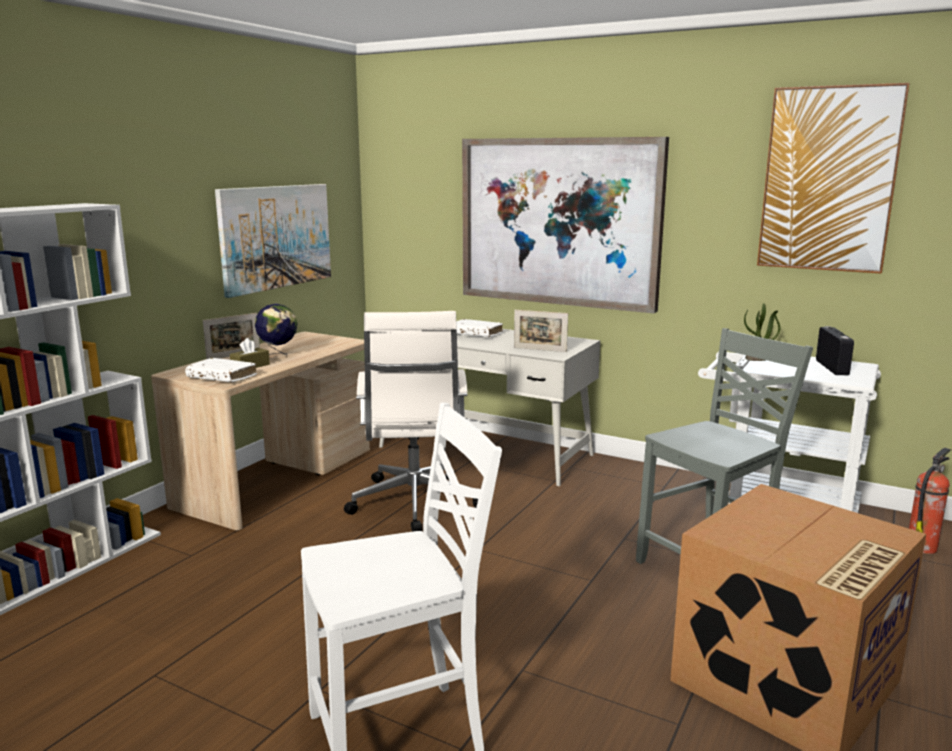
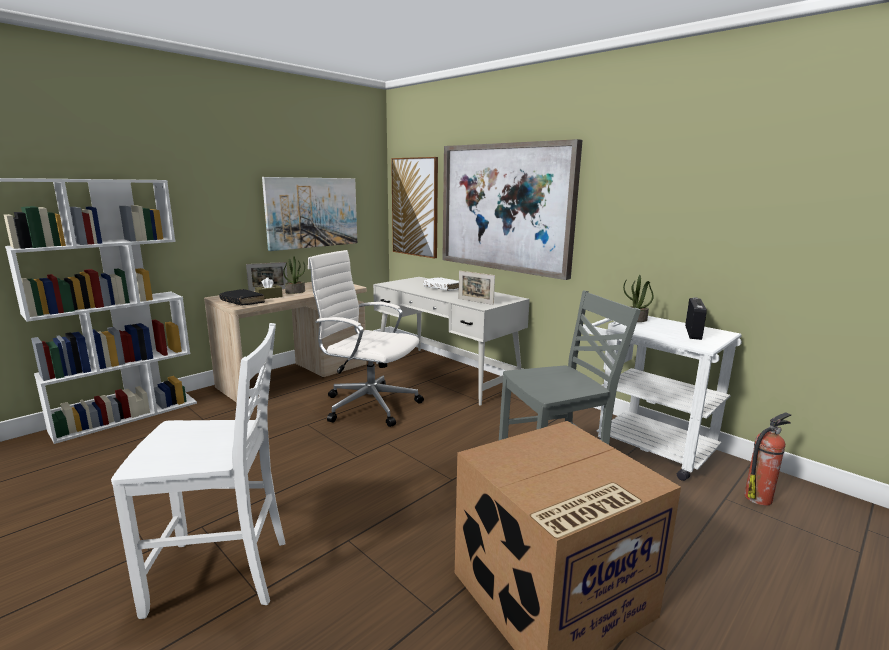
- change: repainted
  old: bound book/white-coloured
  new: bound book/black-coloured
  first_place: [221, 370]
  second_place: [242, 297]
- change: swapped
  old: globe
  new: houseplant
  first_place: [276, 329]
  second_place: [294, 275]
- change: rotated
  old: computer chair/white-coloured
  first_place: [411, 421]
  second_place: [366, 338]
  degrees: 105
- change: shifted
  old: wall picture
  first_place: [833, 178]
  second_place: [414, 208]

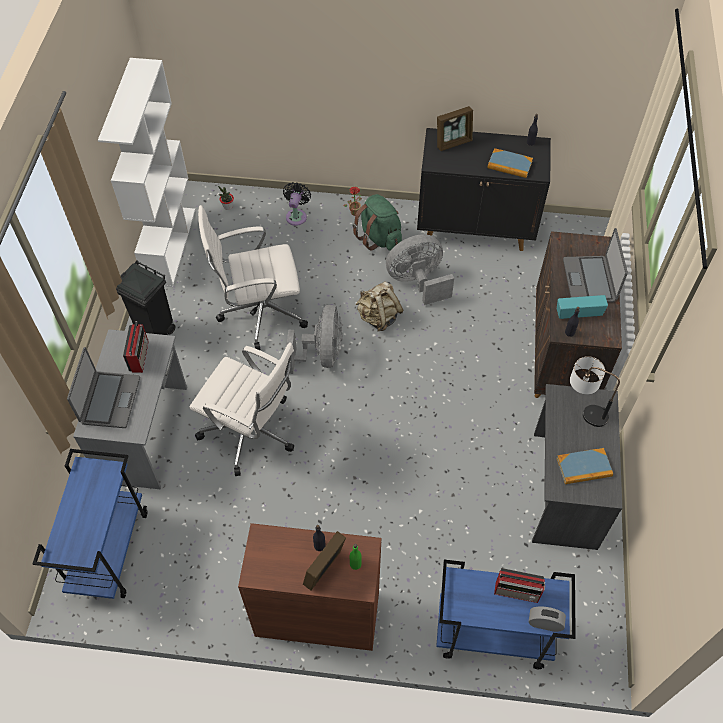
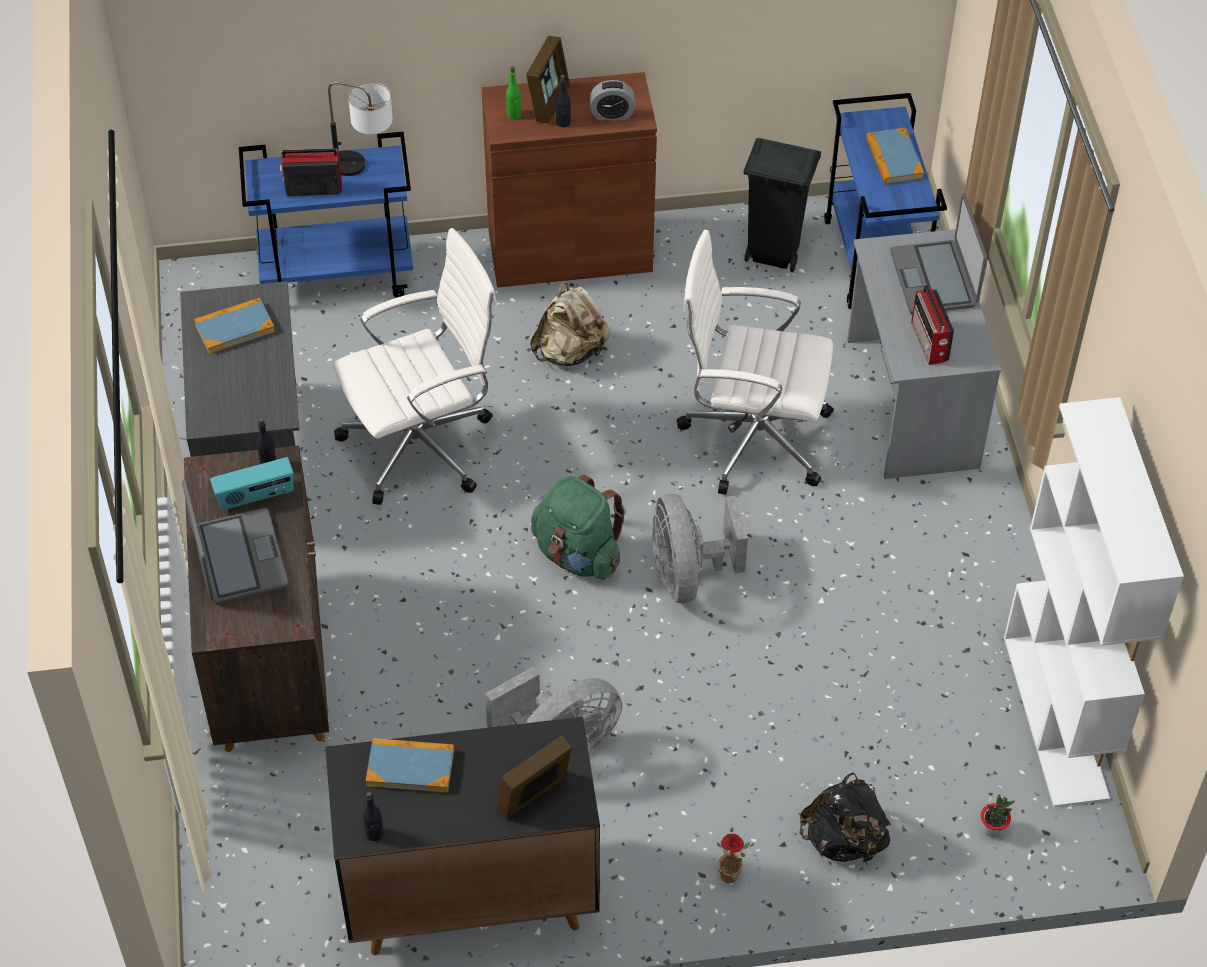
- change: shifted
  old: trash can/black-coloured
  first_place: [146, 297]
  second_place: [782, 205]
- change: shifted
  old: computer chair/white-coloured
  first_place: [253, 277]
  second_place: [415, 366]
- change: swapped
  old: electric fan/black-coloured
  new: rucksack/black-coloured
  first_place: [297, 204]
  second_place: [845, 819]
- change: shifted
  old: rucksack/green-coloured
  first_place: [377, 222]
  second_place: [578, 527]
- change: shifted
  old: rucksack/beige-coloured
  first_place: [380, 306]
  second_place: [570, 324]
- change: shifted
  old: bedside clock
  first_place: [547, 619]
  second_place: [612, 100]
- change: shifted
  old: tabletop lamp
  first_place: [595, 391]
  second_place: [360, 129]
- change: new
  new: bound book
  second_place: [895, 156]

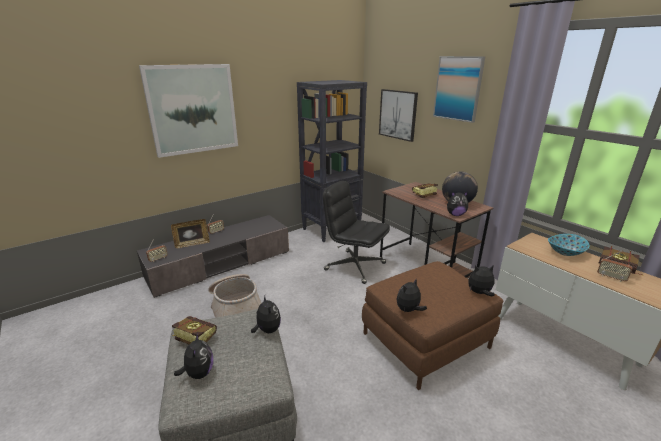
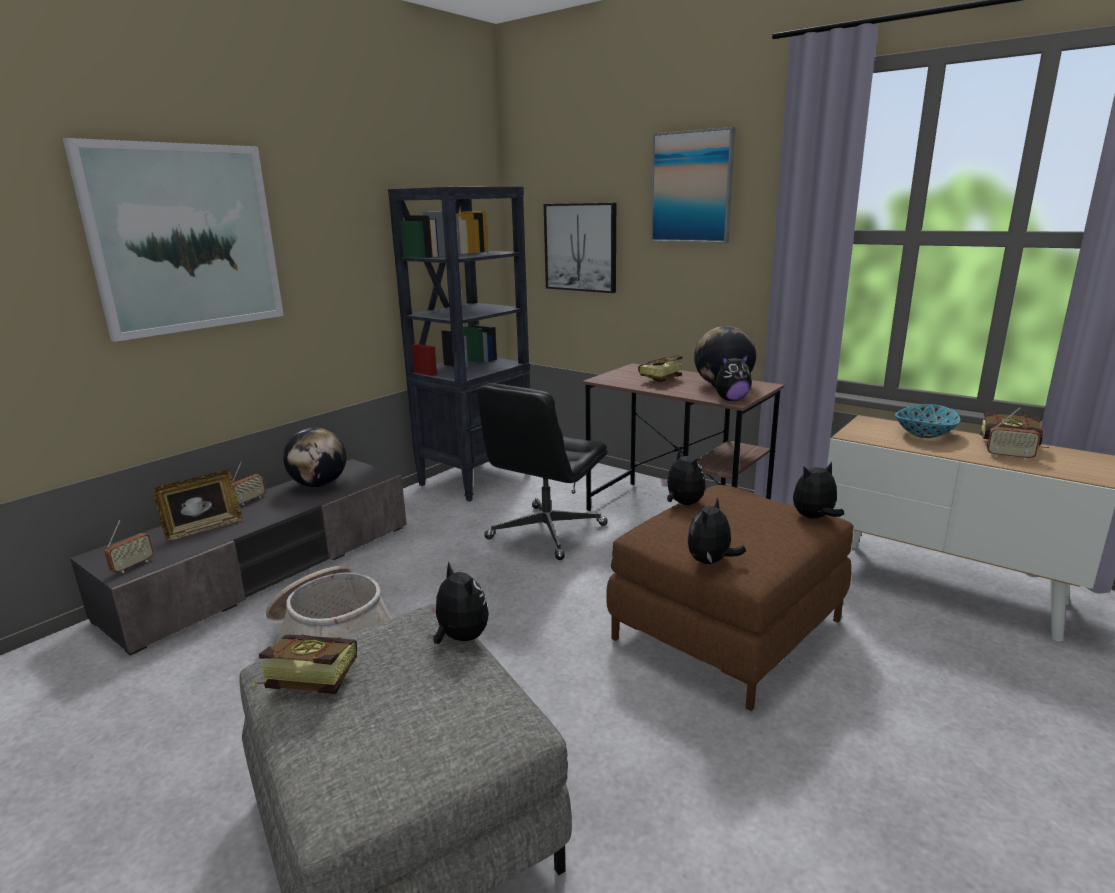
- change: shifted
  old: cuddly toy
  first_place: [193, 355]
  second_place: [683, 477]
- change: rotated
  old: computer chair/black-coloured
  first_place: [356, 232]
  second_place: [542, 471]
  degrees: -75
- change: new
  new: globe
  second_place: [314, 457]

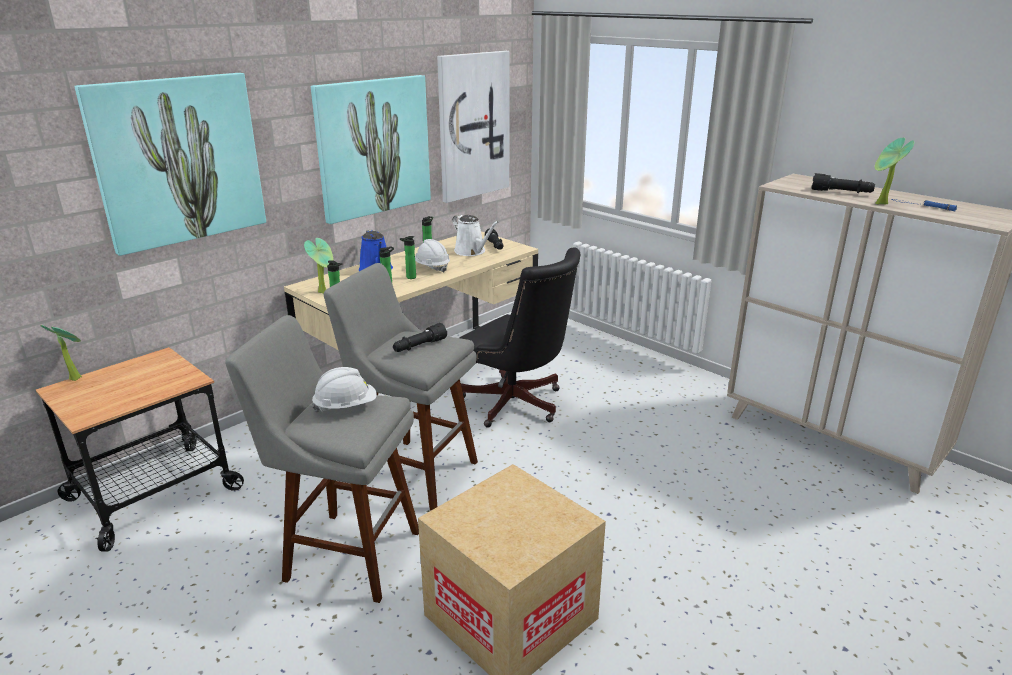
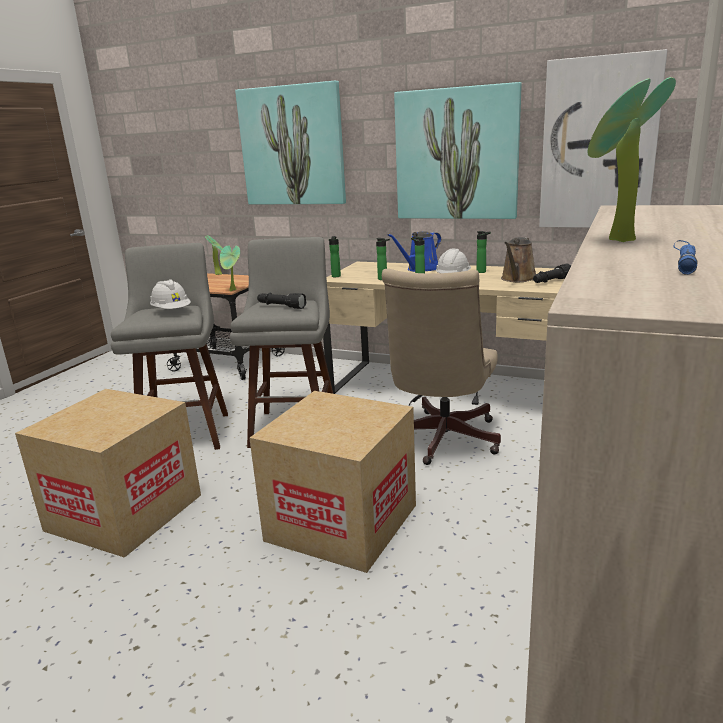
- change: shifted
  old: houseplant
  first_place: [319, 266]
  second_place: [230, 268]
- change: repainted
  old: watering can/white-coloured
  new: watering can/brown
  first_place: [475, 235]
  second_place: [518, 259]
- change: repainted
  old: computer chair/black-coloured
  new: computer chair/beige-coloured
  first_place: [520, 337]
  second_place: [441, 367]
- change: gone
  old: torch/black-coloured
  first_place: [843, 183]
- change: new
  new: packing box
  second_place: [332, 482]

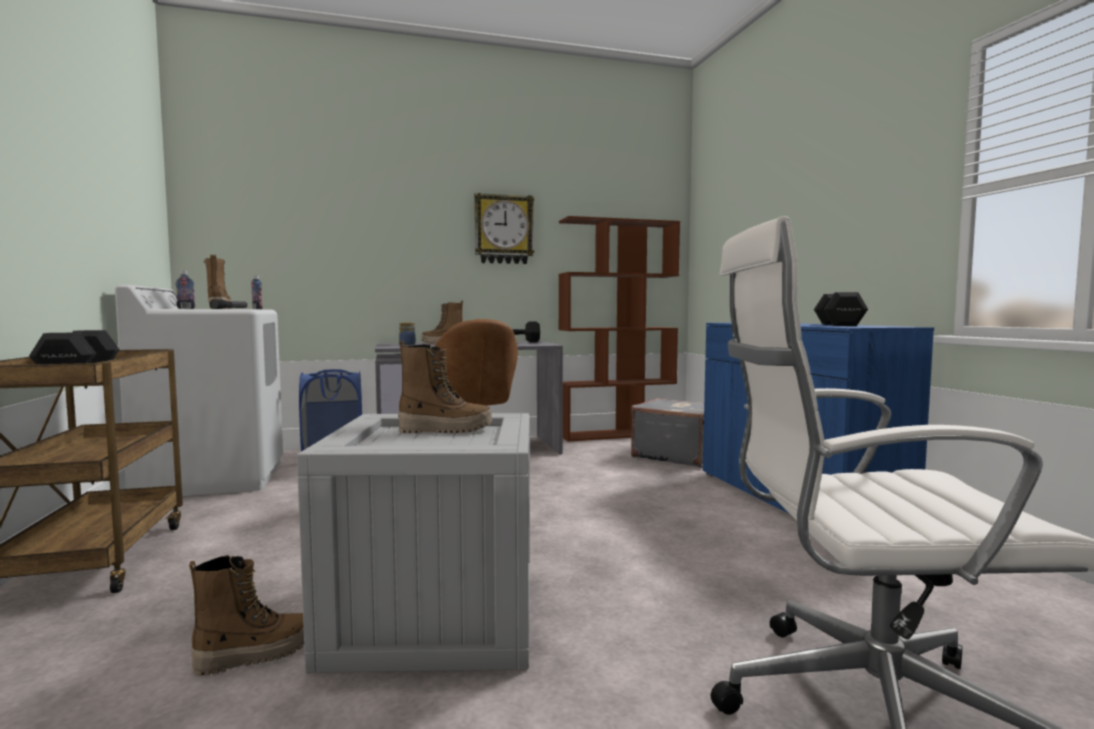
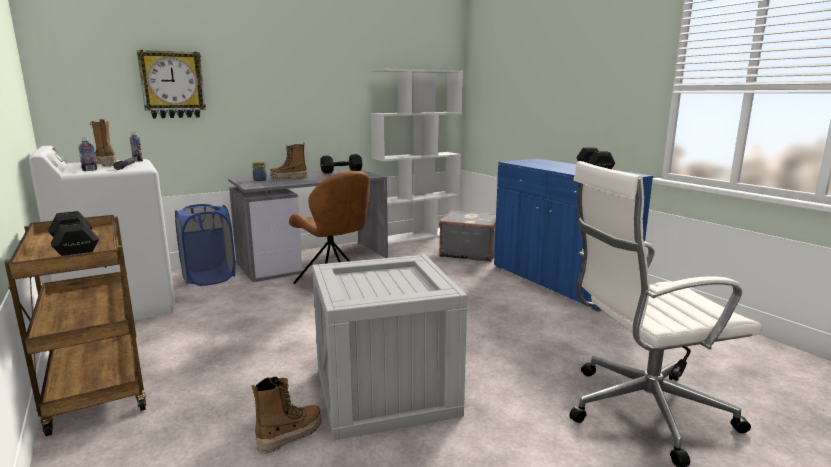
- change: gone
  old: boot
  first_place: [445, 387]
- change: shifted
  old: clock on the wall
  first_place: [504, 228]
  second_place: [171, 84]
- change: repainted
  old: shelving unit/brown
  new: shelving unit/white-coloured
  first_place: [619, 329]
  second_place: [416, 156]

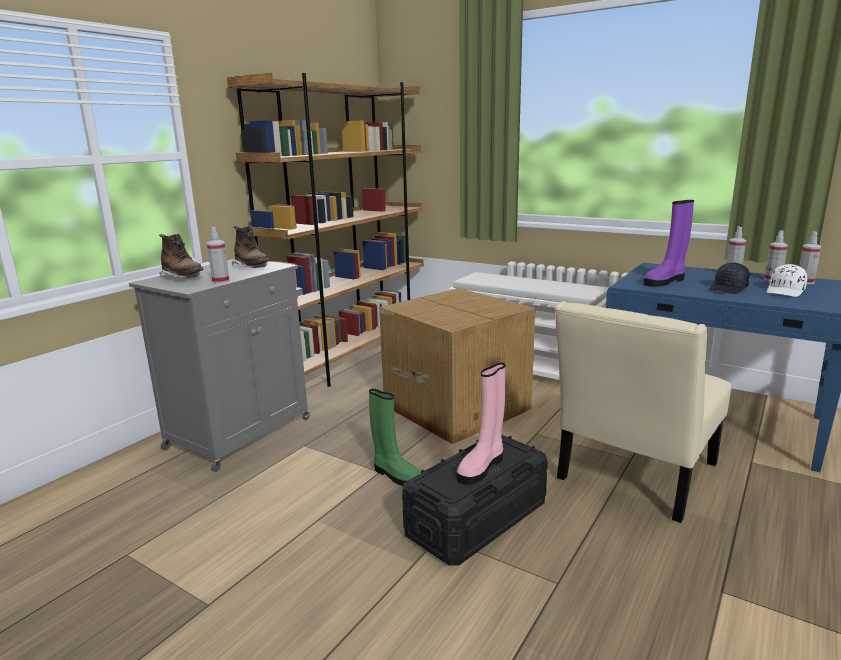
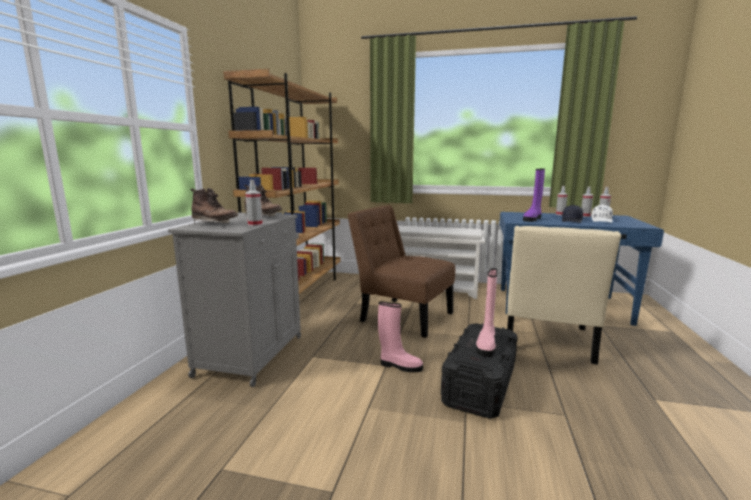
- change: repainted
  old: boot/green-coloured
  new: boot/pink-coloured
  first_place: [395, 437]
  second_place: [400, 337]
- change: swapped
  old: packing box
  new: chair/brown
  first_place: [457, 366]
  second_place: [401, 271]

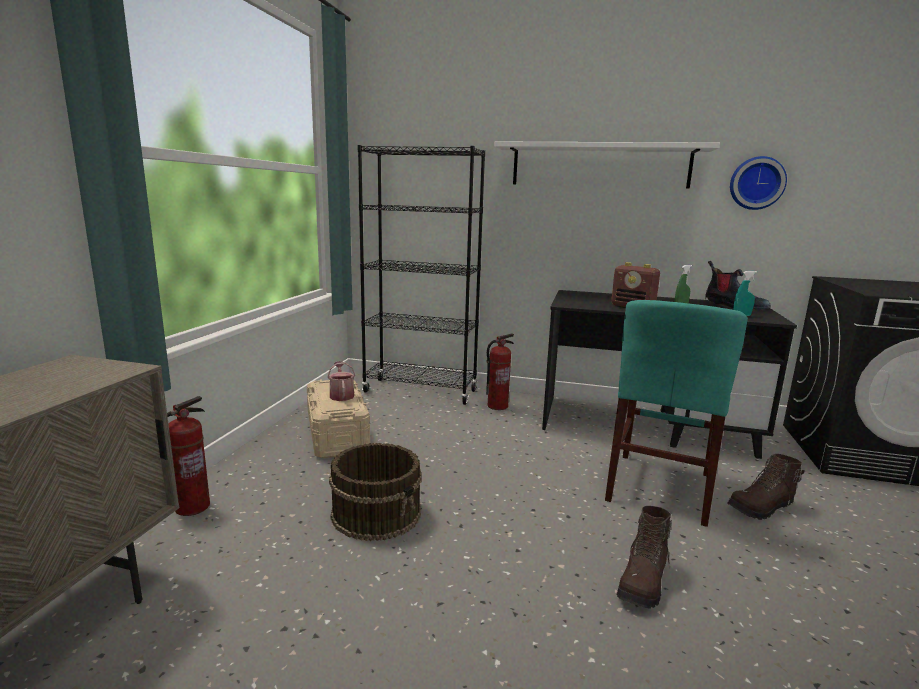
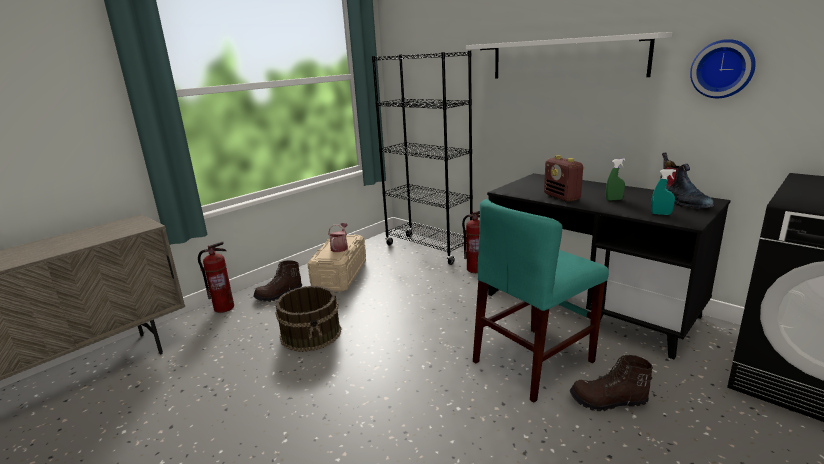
- change: shifted
  old: boot/brown
  first_place: [644, 557]
  second_place: [277, 281]

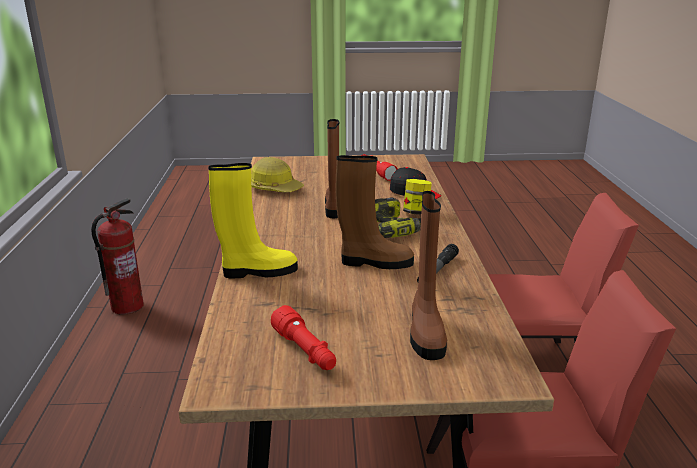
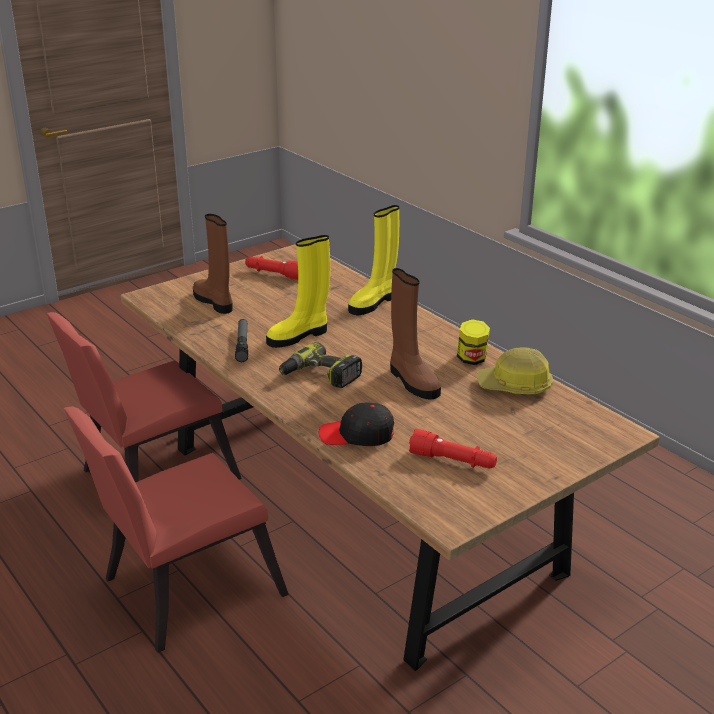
- change: gone
  old: extinguisher
  first_place: [117, 256]
- change: repainted
  old: boot/brown
  new: boot/yellow
  first_place: [374, 212]
  second_place: [298, 291]
- change: shifted
  old: storage jar
  first_place: [417, 197]
  second_place: [473, 342]

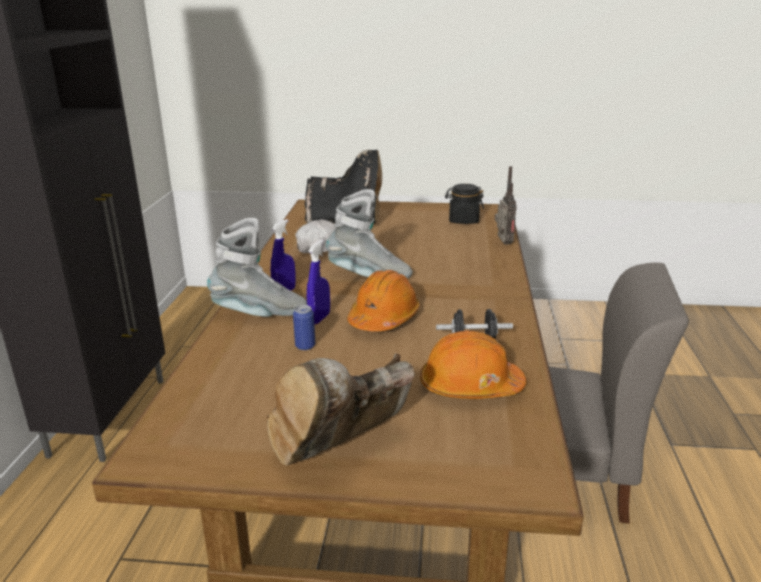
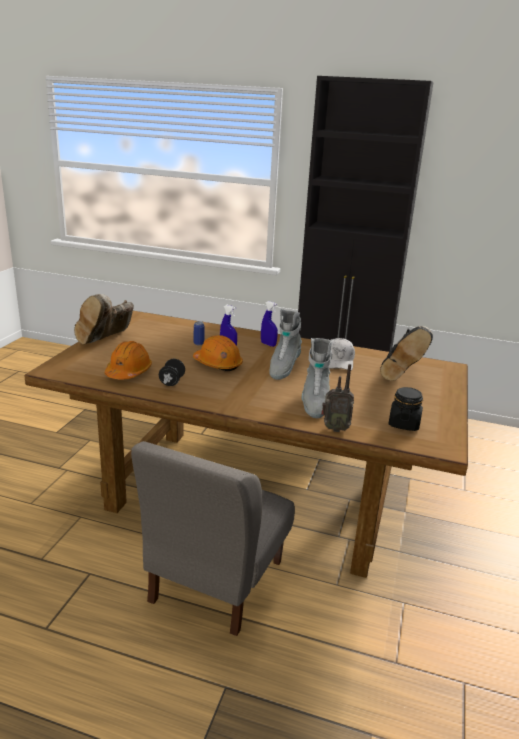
- change: shifted
  old: boot/grey
  first_place: [257, 267]
  second_place: [317, 378]
- change: rotated
  old: boot/brown
  first_place: [341, 409]
  second_place: [104, 319]
  degrees: -120

